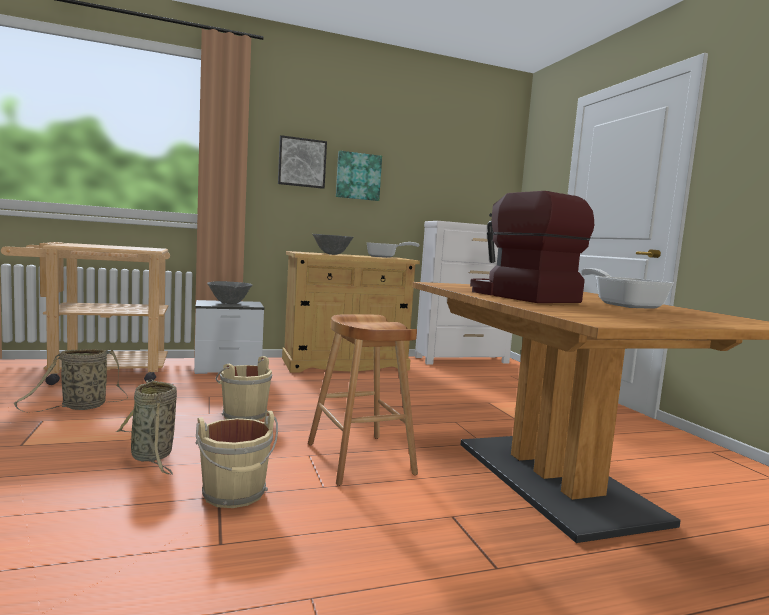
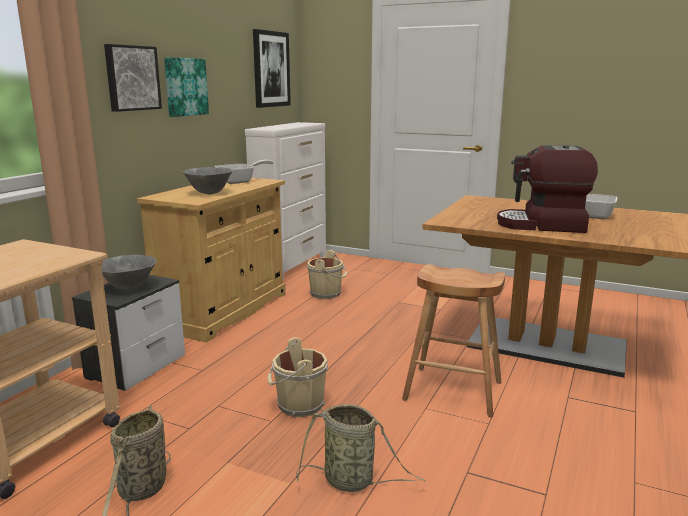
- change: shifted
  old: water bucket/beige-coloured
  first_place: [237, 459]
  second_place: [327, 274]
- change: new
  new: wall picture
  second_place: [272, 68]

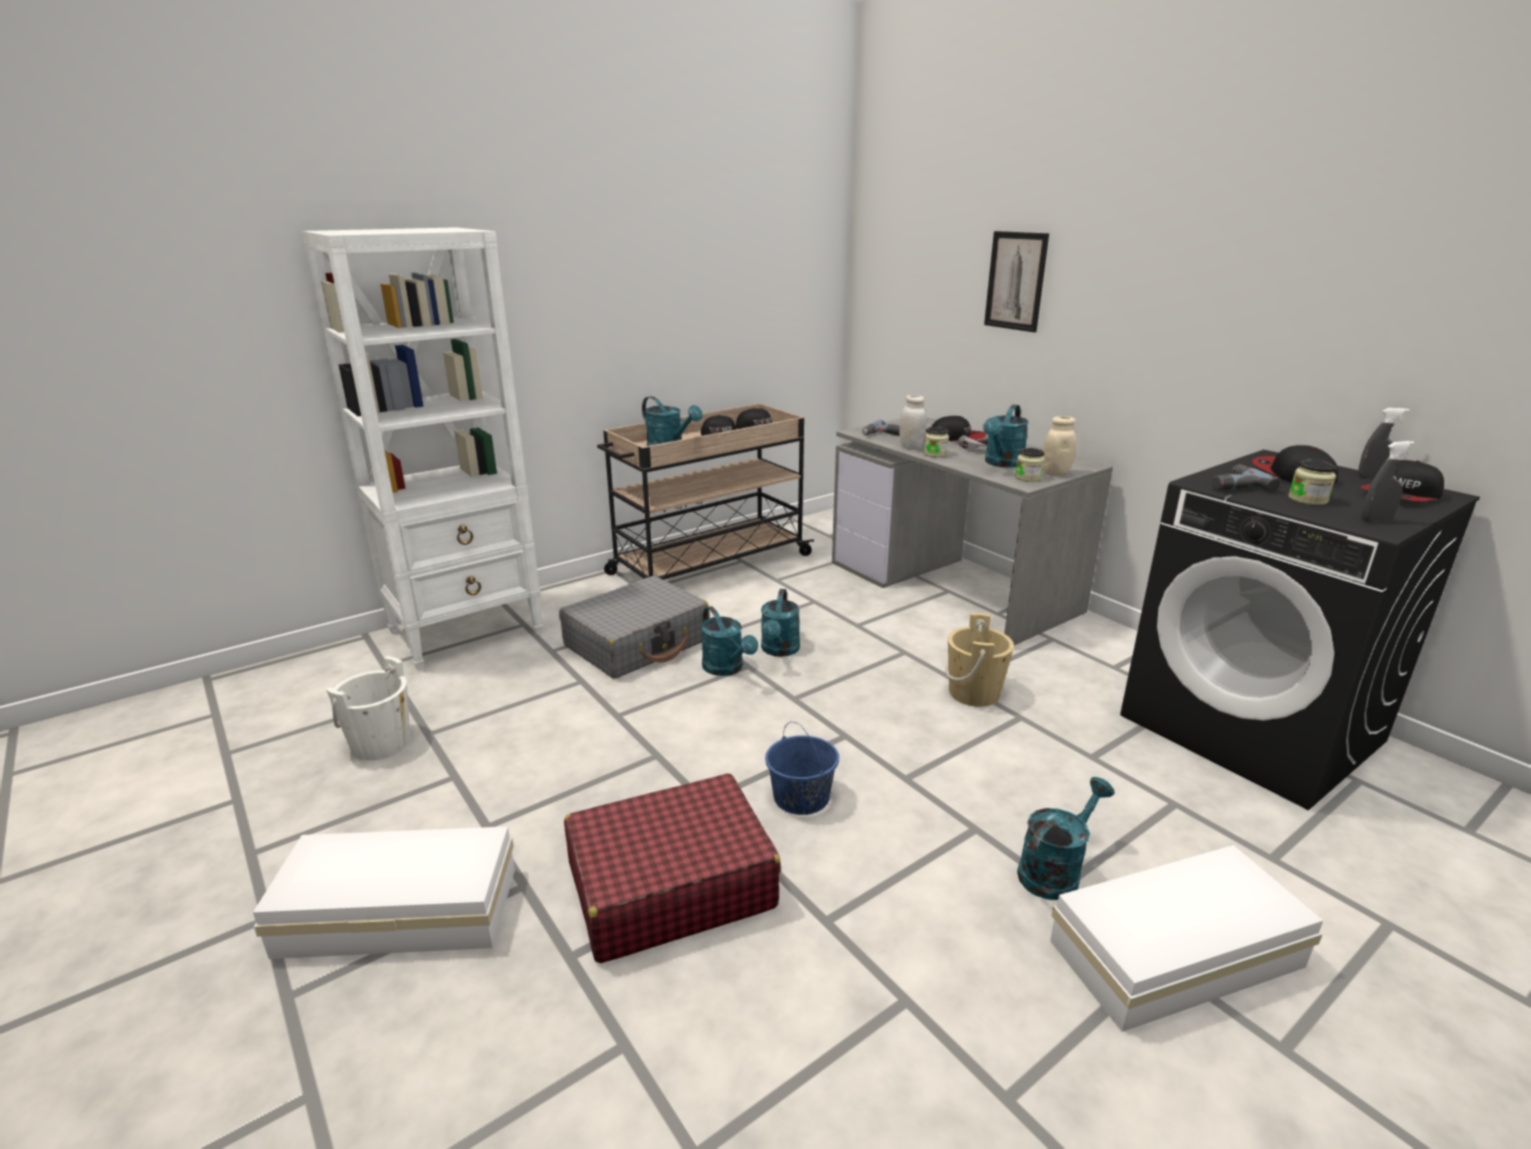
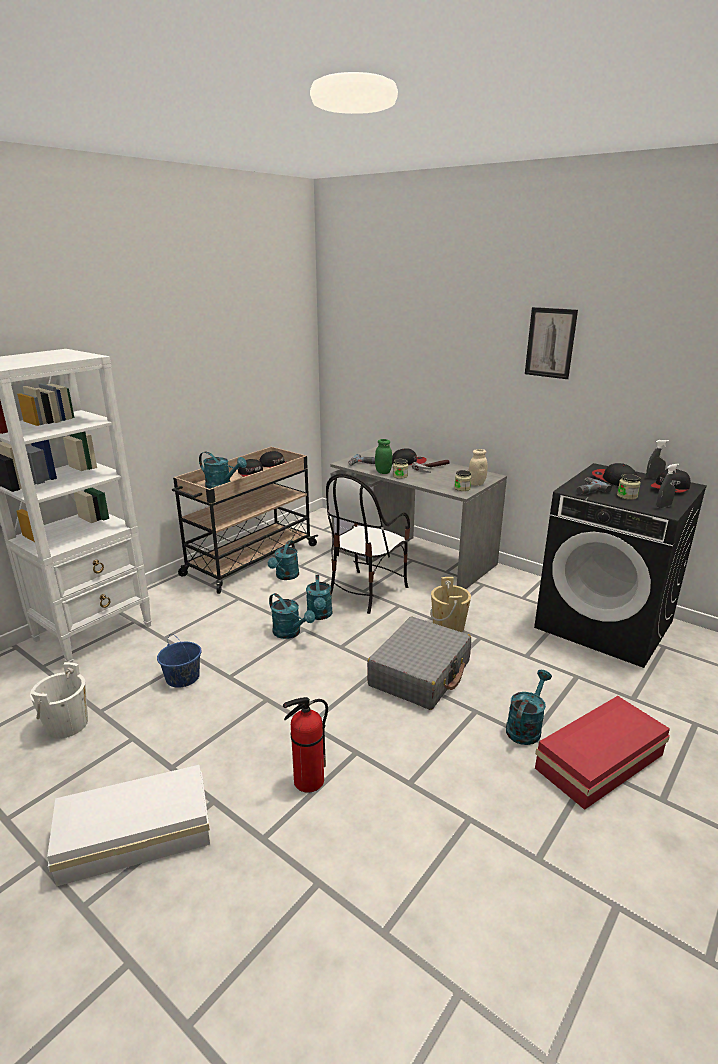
- change: shifted
  old: suitcase/grey
  first_place: [634, 627]
  second_place: [419, 663]
- change: swapped
  old: suitcase/red
  new: extinguisher
  first_place: [672, 868]
  second_place: [305, 745]
- change: shifted
  old: water bucket/bluish
  first_place: [802, 768]
  second_place: [179, 661]
- change: repainted
  old: storage jar/white-coloured
  new: storage jar/green-coloured
  first_place: [912, 422]
  second_place: [383, 456]
- change: shifted
  old: watering can/turquoise-coloured
  first_place: [1006, 436]
  second_place: [283, 560]
- change: shifted
  old: wall picture
  first_place: [1016, 281]
  second_place: [551, 343]
- change: repainted
  old: storage box/white-coloured
  new: storage box/red
  first_place: [1186, 938]
  second_place: [602, 753]
- change: new
  new: chair
  second_place: [368, 543]

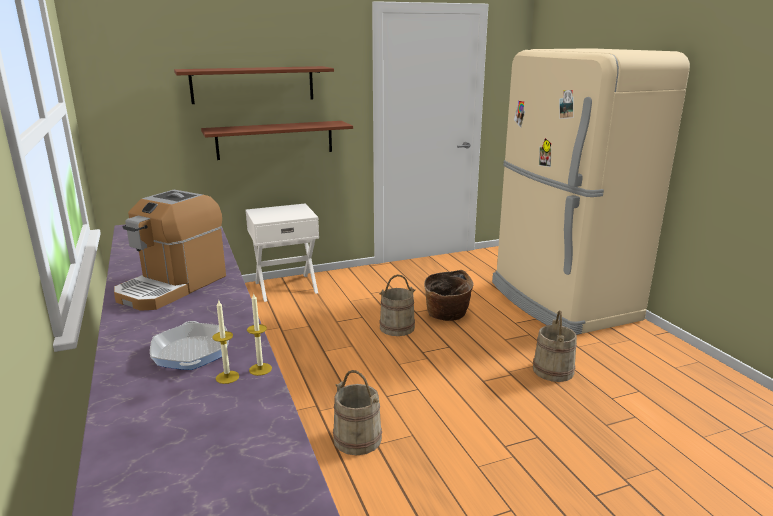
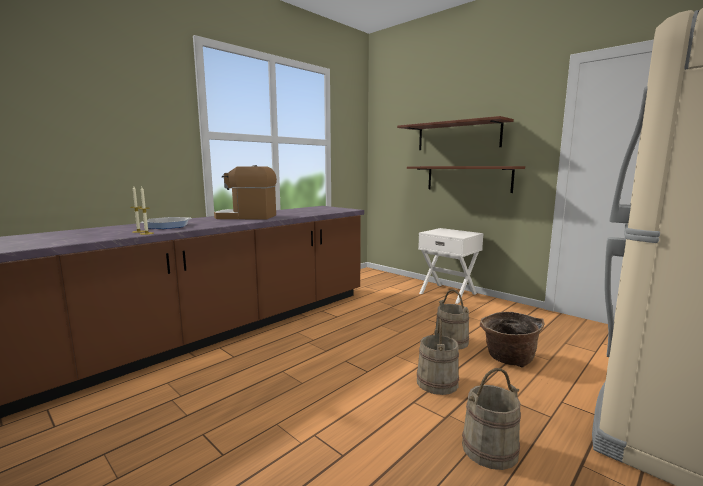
- change: shifted
  old: water bucket/beige-coloured
  first_place: [357, 413]
  second_place: [438, 357]

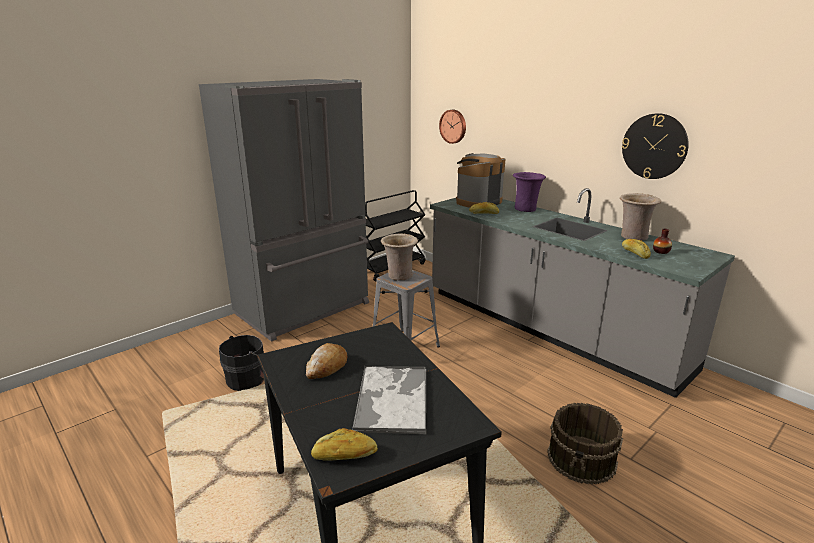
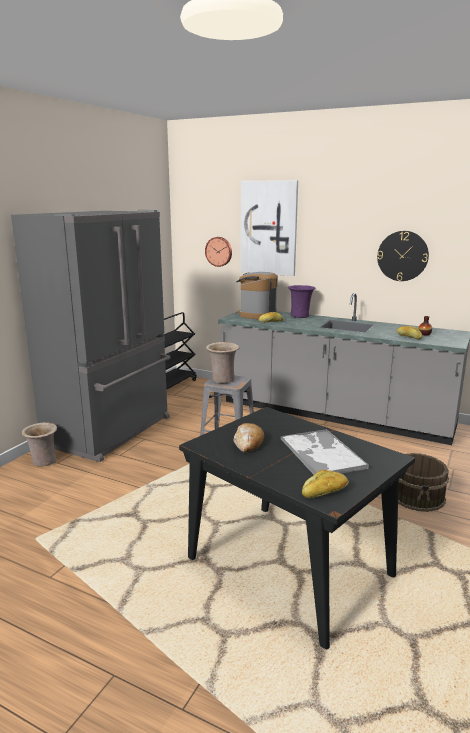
- change: gone
  old: water bucket/black-coloured
  first_place: [241, 363]
- change: shifted
  old: flower vase/beige-coloured
  first_place: [640, 217]
  second_place: [39, 444]
- change: new
  new: wall picture
  second_place: [269, 228]

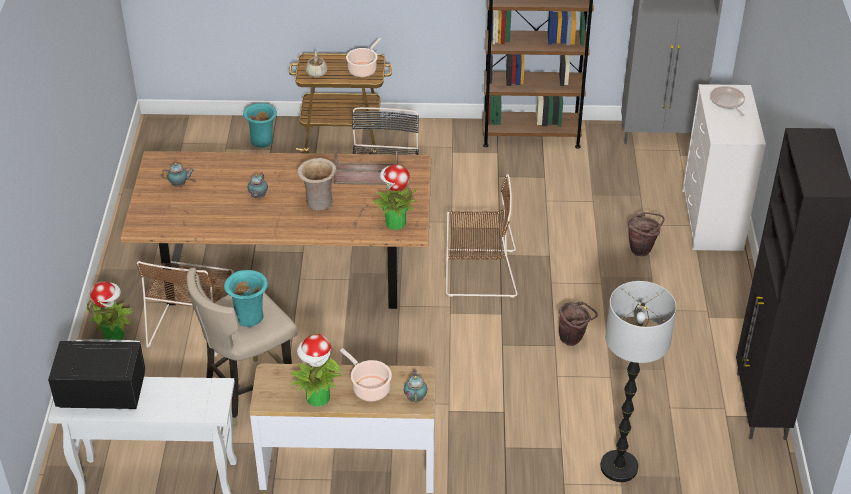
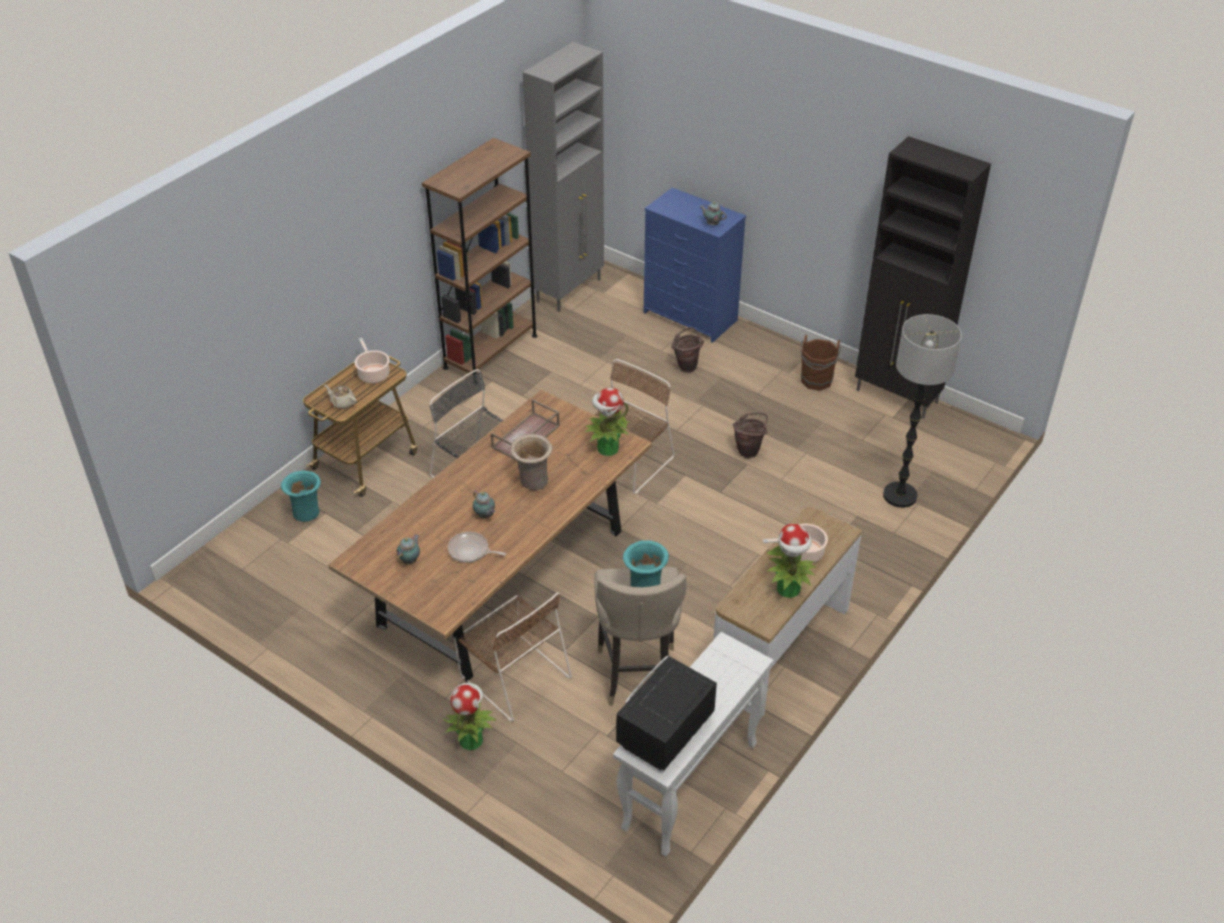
- change: shifted
  old: pot for tea
  first_place: [415, 387]
  second_place: [713, 213]
- change: repainted
  old: dresser/white-coloured
  new: dresser/bluish
  first_place: [724, 167]
  second_place: [695, 265]
- change: shifted
  old: skillet
  first_place: [727, 101]
  second_place: [477, 547]
- change: new
  new: water bucket/brown
  second_place: [820, 362]

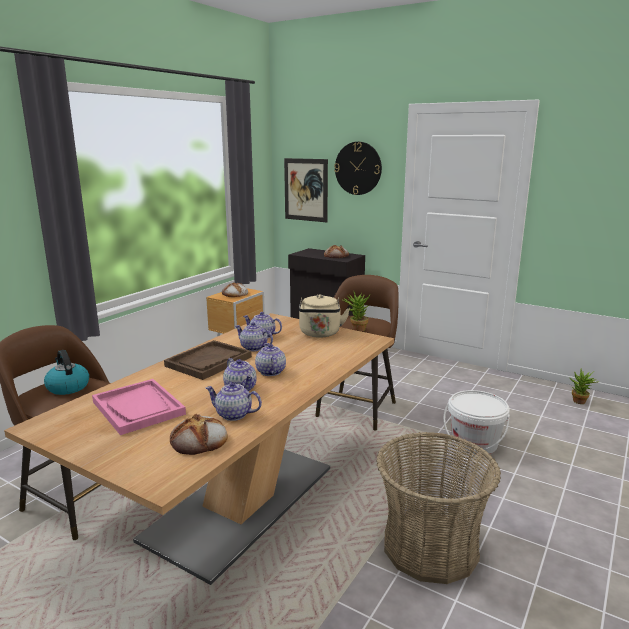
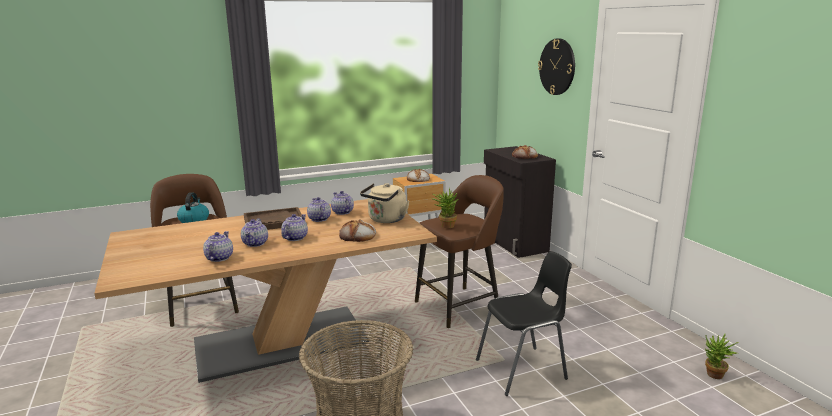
- change: gone
  old: carrying tray/pink-coloured
  first_place: [139, 407]
- change: shifted
  old: bread
  first_place: [199, 434]
  second_place: [357, 230]
- change: rotated
  old: pot for tea
  first_place: [234, 401]
  second_place: [218, 246]
  degrees: 45
- change: gone
  old: wall picture
  first_place: [306, 190]
- change: swapped
  old: water bucket/white-coloured
  new: chair/black-coloured
  first_place: [477, 422]
  second_place: [524, 323]

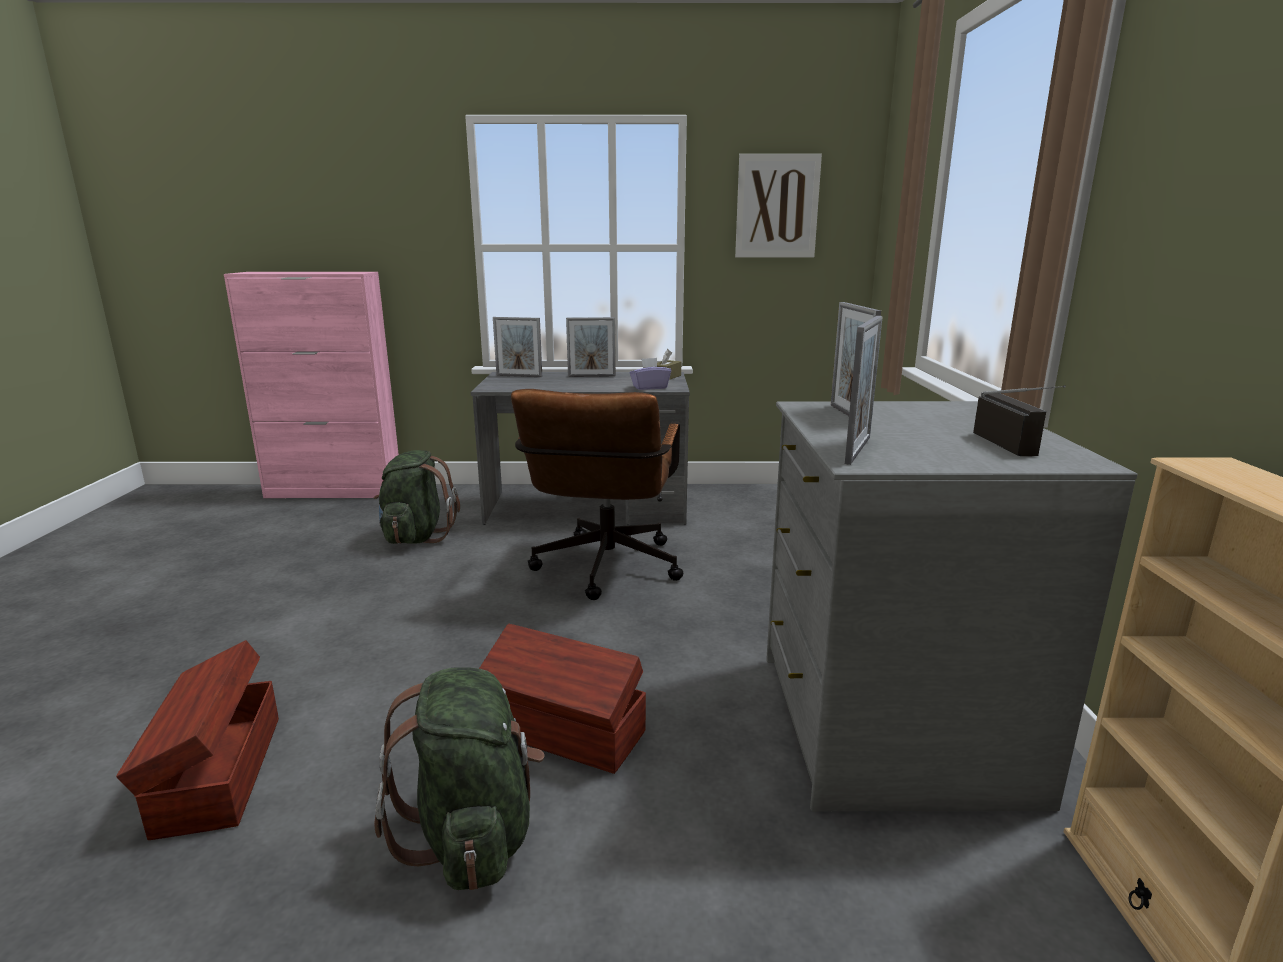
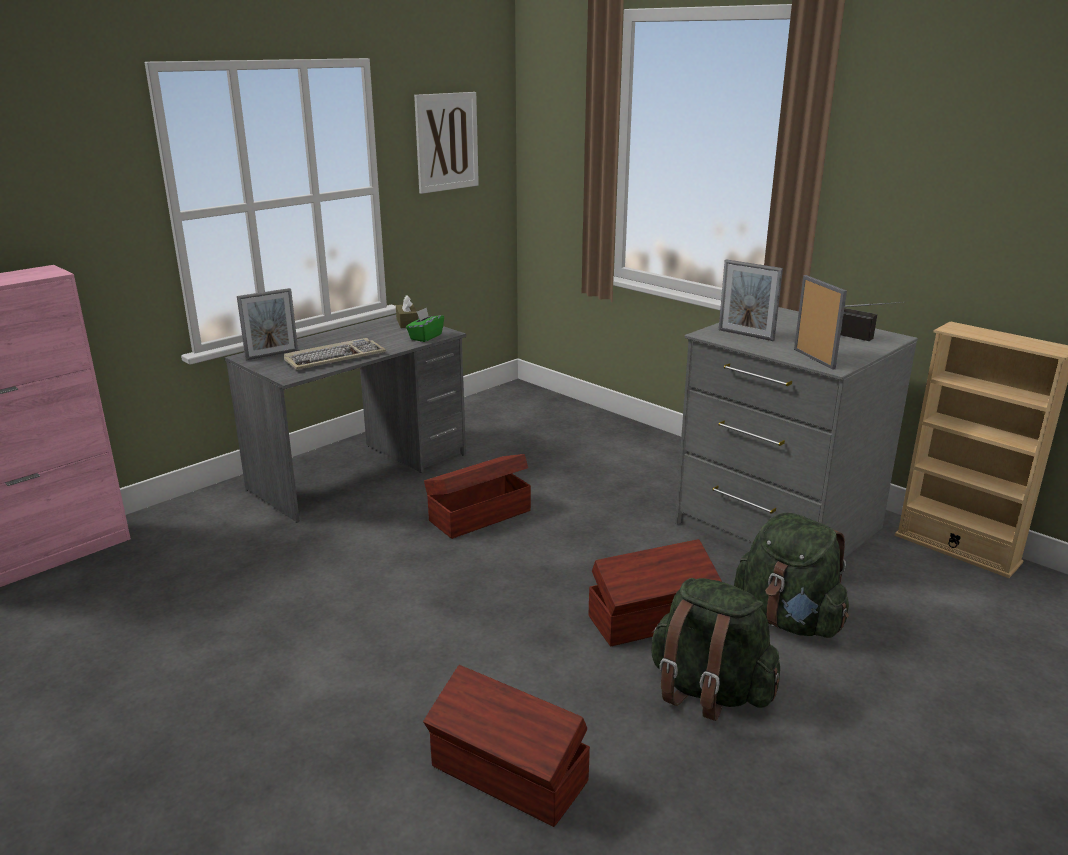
- change: shifted
  old: rucksack/green-coloured
  first_place: [416, 497]
  second_place: [791, 575]
- change: swapped
  old: computer chair/brown
  new: storage box/brown
  first_place: [597, 494]
  second_place: [477, 496]
- change: gone
  old: picture frame
  first_place: [591, 347]
- change: repainted
  old: tissue box/purplish
  new: tissue box/green-coloured
  first_place: [650, 374]
  second_place: [425, 325]
- change: new
  new: computer keyboard
  second_place: [335, 354]

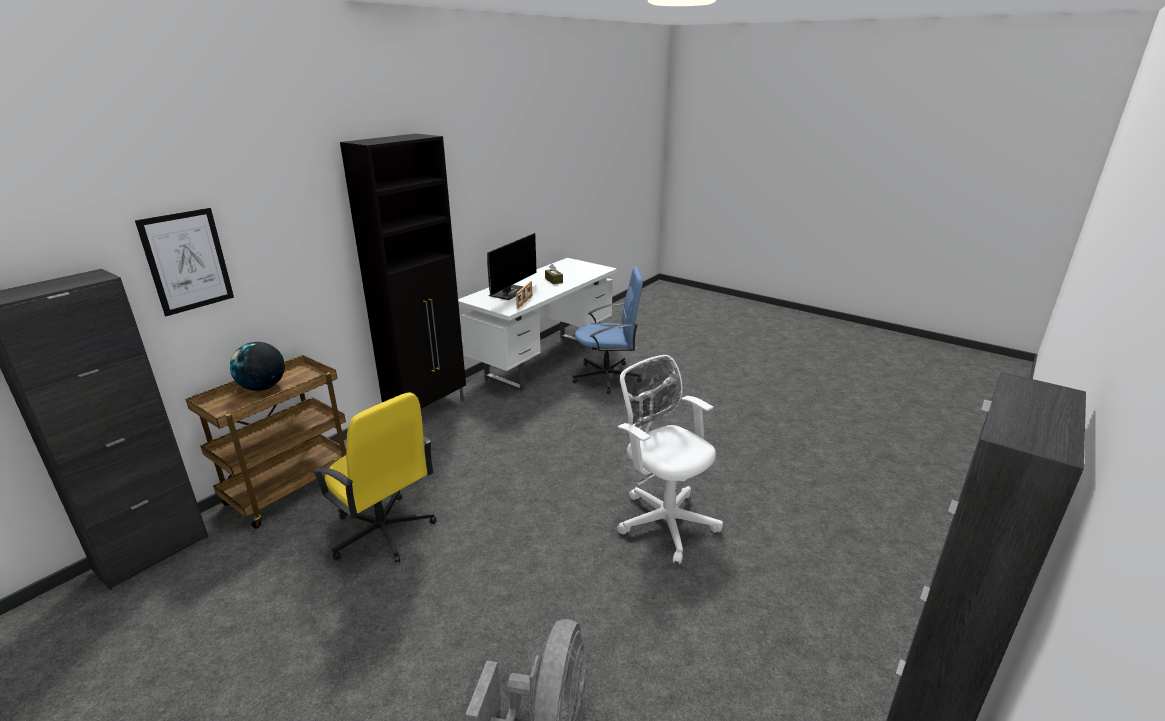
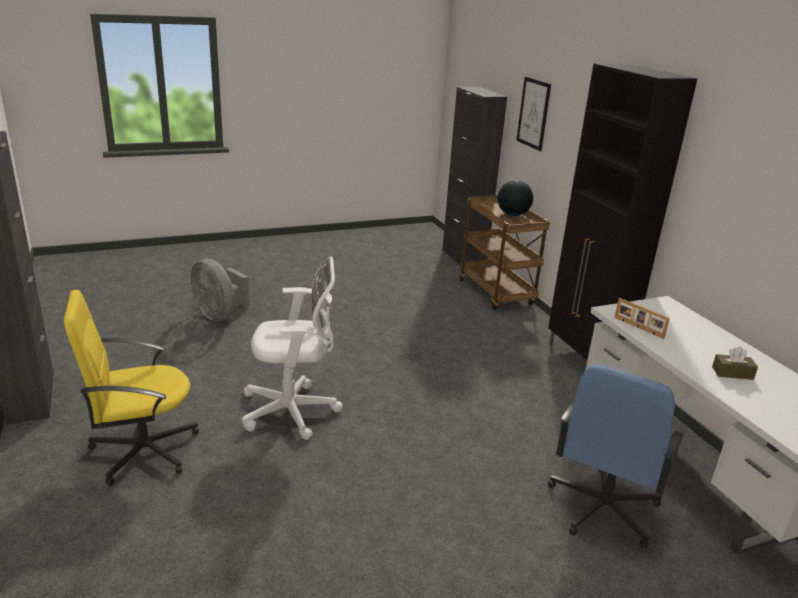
- change: shifted
  old: computer chair/yellow
  first_place: [373, 477]
  second_place: [131, 388]
- change: gone
  old: monitor
  first_place: [512, 266]

